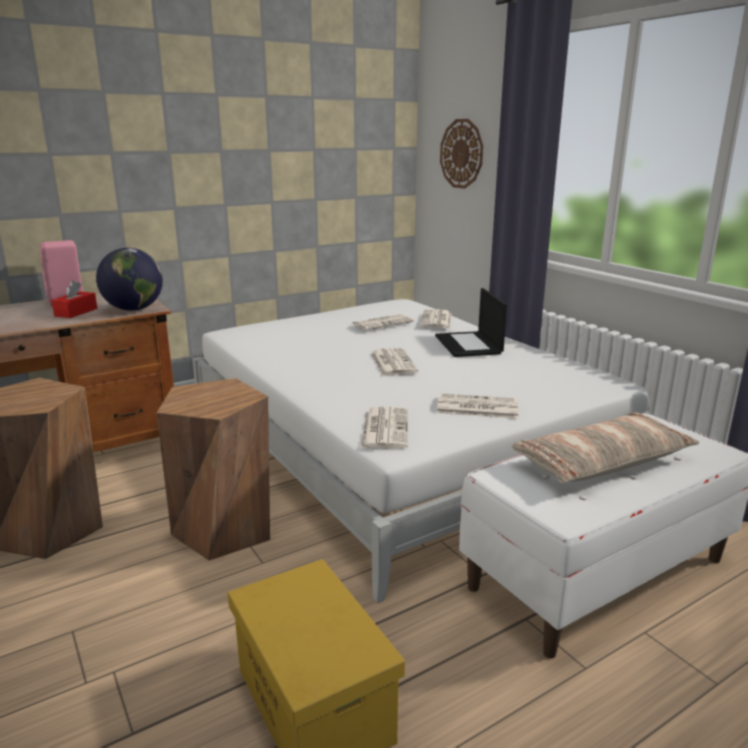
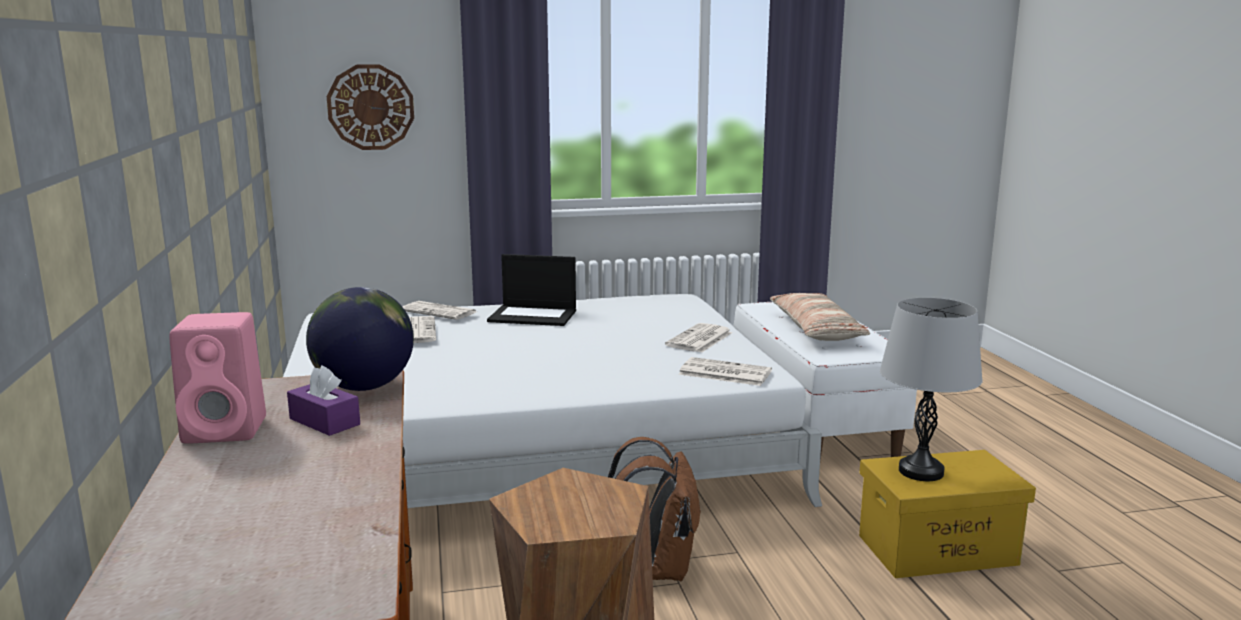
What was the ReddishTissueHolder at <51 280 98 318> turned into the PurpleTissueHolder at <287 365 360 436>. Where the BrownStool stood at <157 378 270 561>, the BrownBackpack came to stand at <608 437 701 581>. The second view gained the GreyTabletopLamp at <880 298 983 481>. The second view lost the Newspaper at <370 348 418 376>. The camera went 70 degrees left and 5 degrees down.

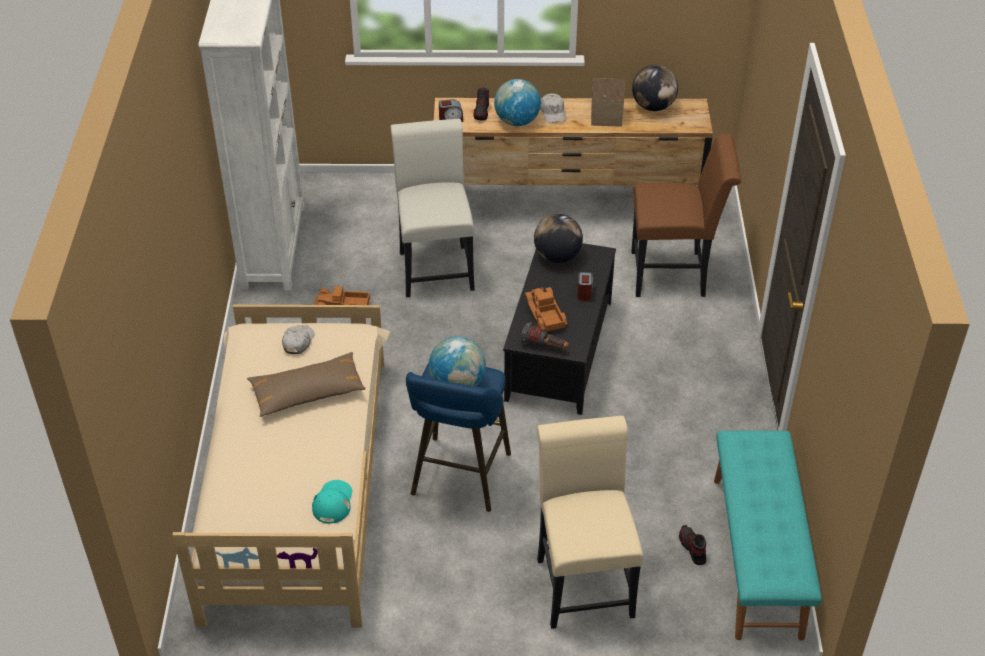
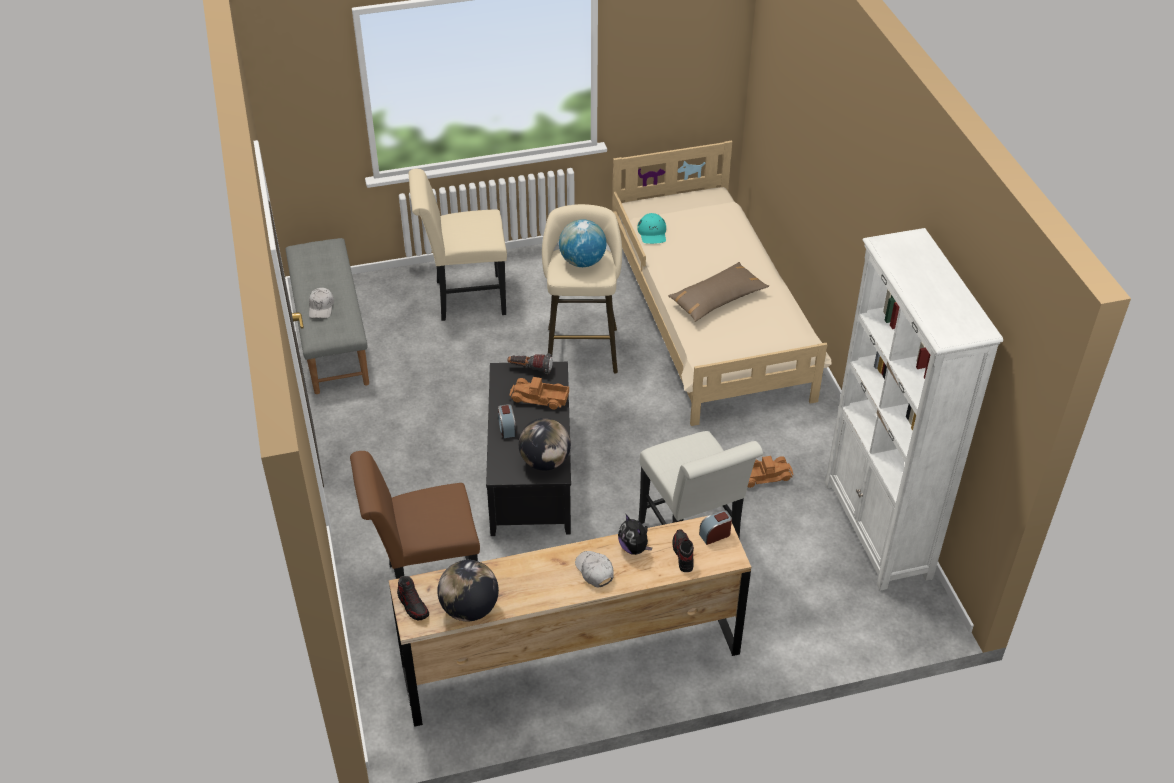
What was the TurquoiseIndoorBench at <714 430 822 641> turned into the GreyIndoorBench at <285 238 369 394>. The WhitishCap ended up elsewhere, having gone from <282 325 315 354> to <309 288 334 318>. The LowShoe ended up elsewhere, having gone from <679 525 706 565> to <397 576 429 620>. The BeigeUprightChair at <537 416 643 629> ended up facing another way, 105 degrees clockwise from before. The ToyLorry at <524 287 567 332> ended up facing another way, 135 degrees clockwise from before. What was the BlueColouredStool at <406 363 511 512> turned into the BeigeStool at <542 204 622 374>. Where the WorldGlobe stood at <494 79 541 126>, the SoftToy came to stand at <618 514 652 555>. The second view lost the ToyHouse at <591 78 625 127>. The camera went 165 degrees right and 0 degrees up.

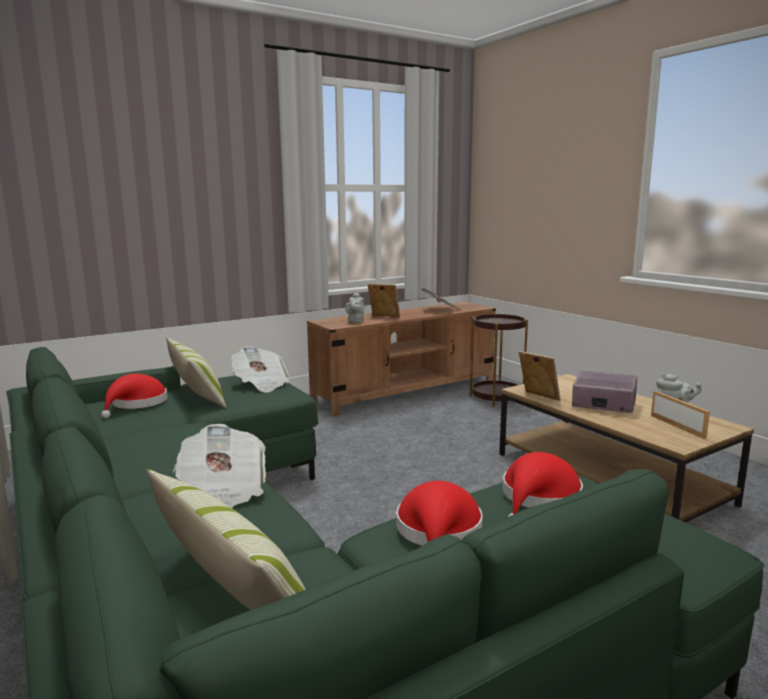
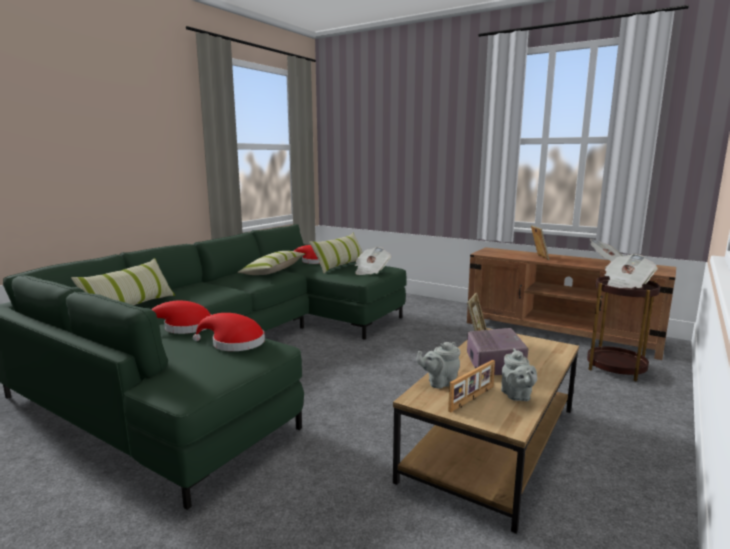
The second view gained the Cushion at <238 251 305 275>. The GreyTeapot ended up elsewhere, having gone from <345 293 365 323> to <417 342 460 388>. The Newspaper ended up elsewhere, having gone from <173 424 266 508> to <604 254 658 288>. The camera went 65 degrees right and 0 degrees up.

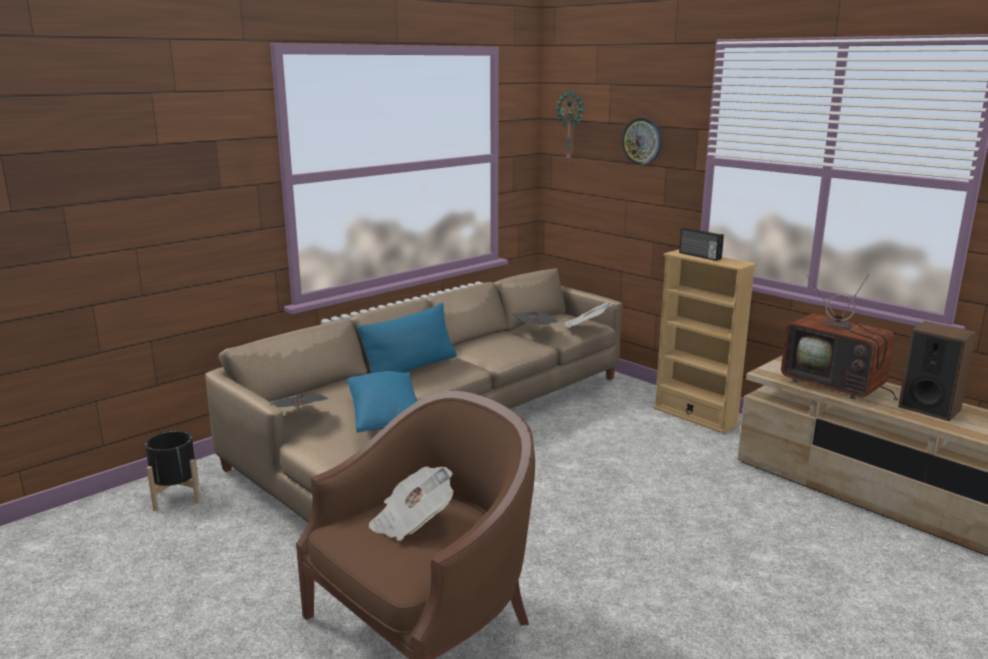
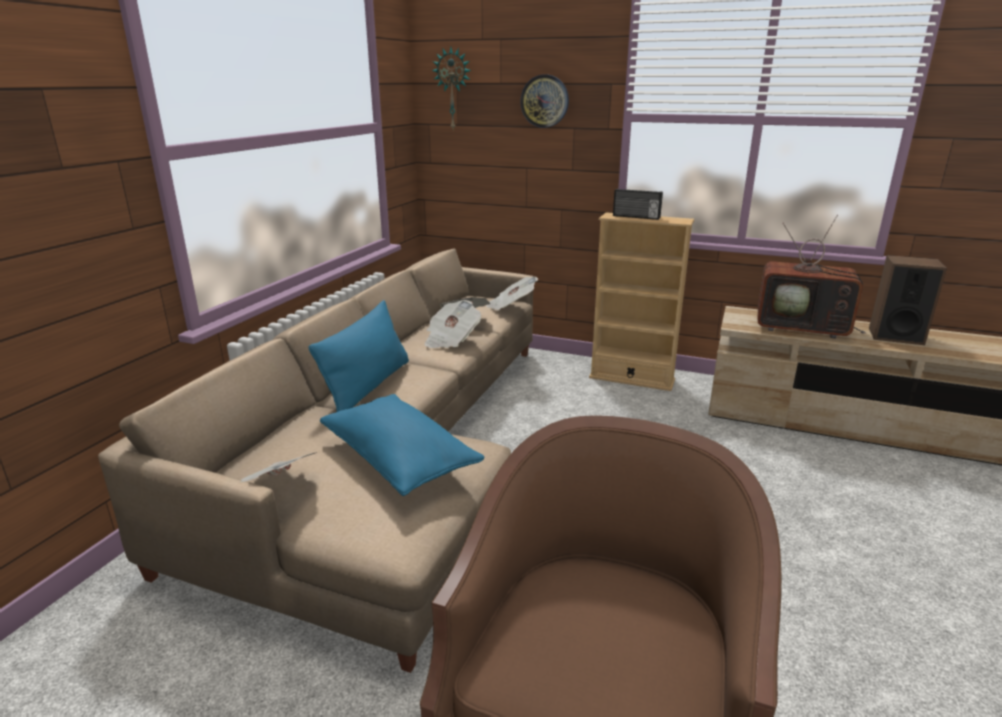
The Newspaper ended up elsewhere, having gone from <369 467 453 541> to <424 300 481 348>. The second view lost the BlackPlanter at <145 431 200 511>. The camera went 25 degrees left and 5 degrees up.

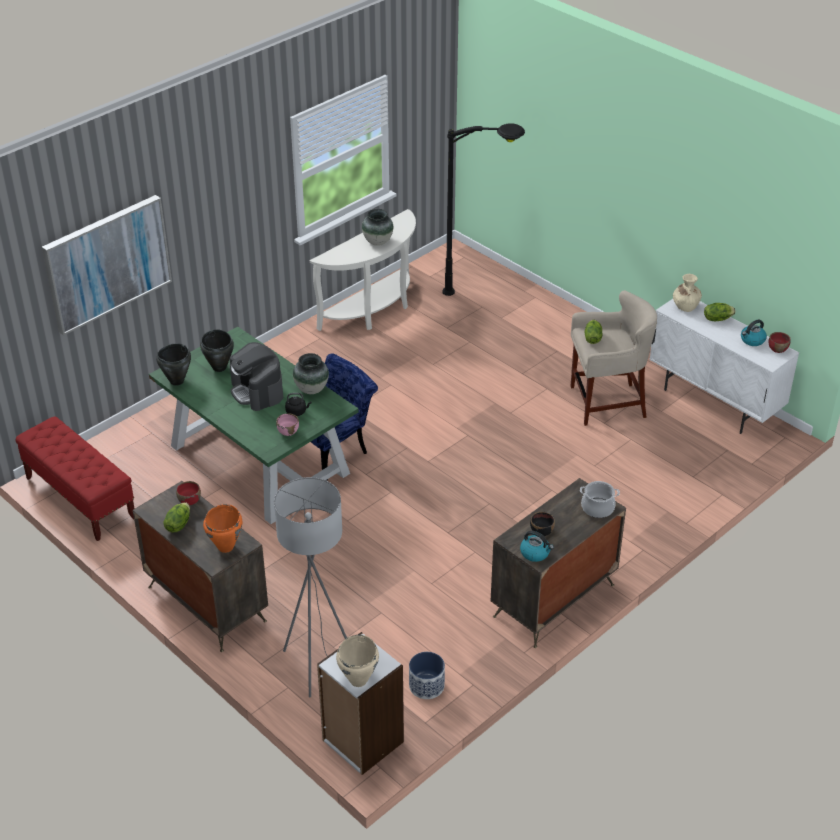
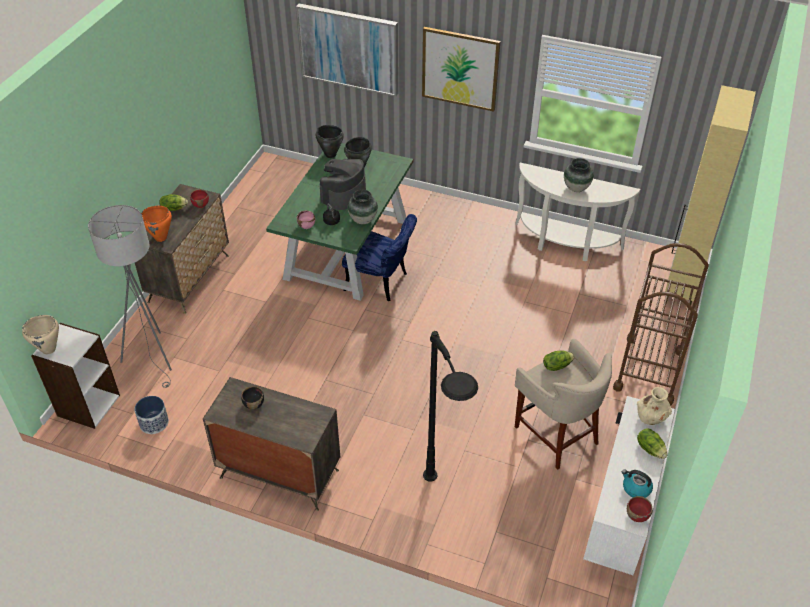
The second view gained the WallPicture at <422 27 500 112>. The BlackStandingLamp ended up elsewhere, having gone from <442 123 525 296> to <423 331 478 482>. The second view gained the BrownWheeledCart at <613 243 709 405>. The second view gained the BeigeCupboard at <665 85 756 310>. The second view lost the ReddishIndoorBench at <15 416 135 541>. The second view lost the Kettle at <520 531 554 562>. The second view lost the Saucepot at <580 481 620 518>. The camera went 65 degrees right and 5 degrees up.

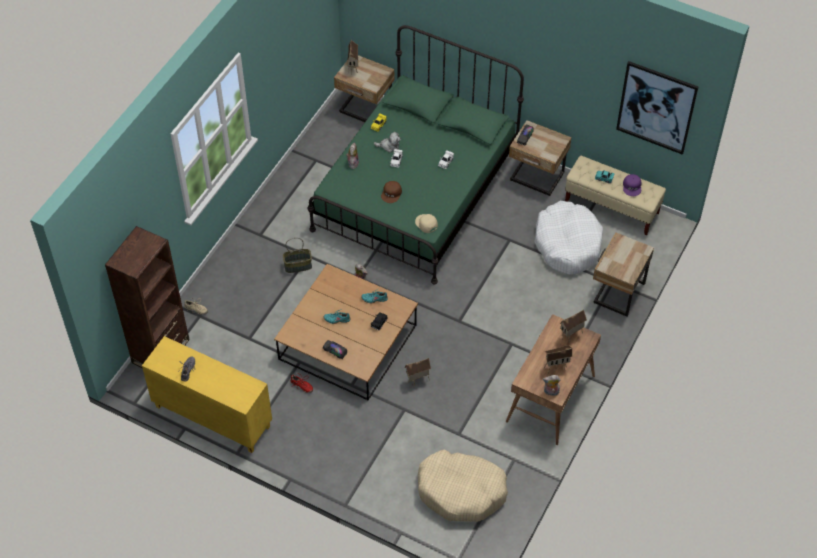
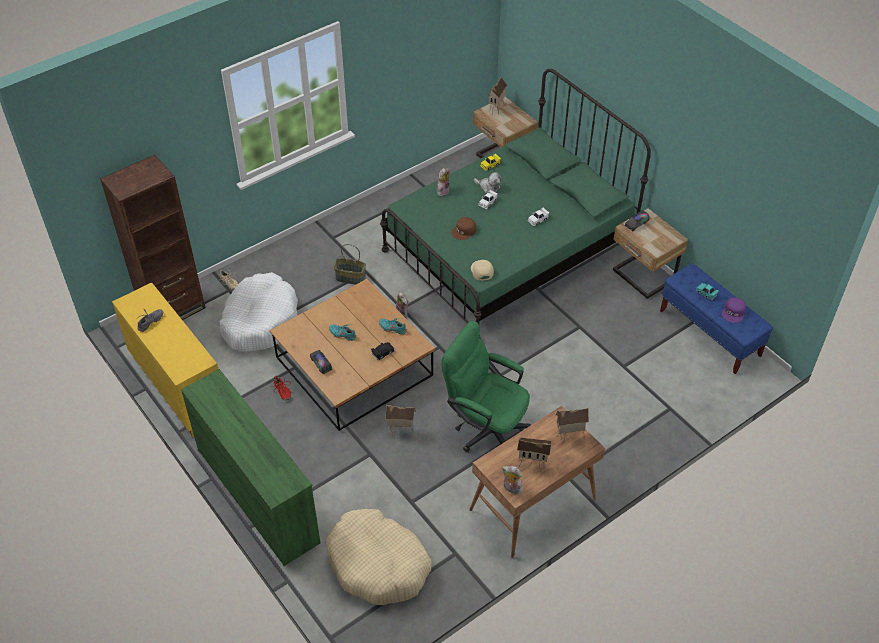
The second view gained the GreenishDrawerChest at <181 369 321 566>. The WhitishPetBed ended up elsewhere, having gone from <535 201 603 275> to <219 272 298 352>. The second view gained the GreenishDeskChair at <442 321 531 452>. What was the BeigeIndoorBench at <565 156 666 235> turned into the BlueColouredIndoorBench at <660 263 773 374>. The second view lost the BeigeNightTable at <593 232 654 317>. The second view lost the WallPicture at <616 61 698 155>. The camera went 25 degrees right and 5 degrees down.

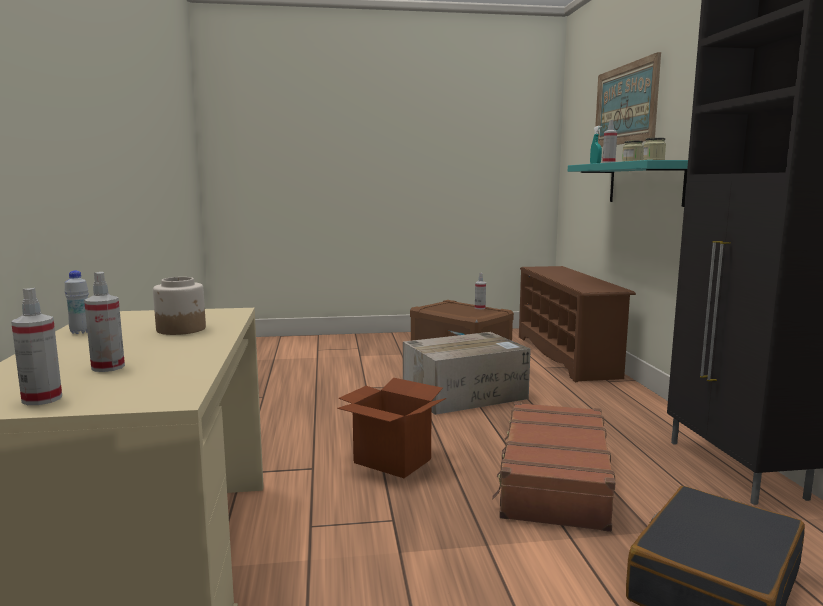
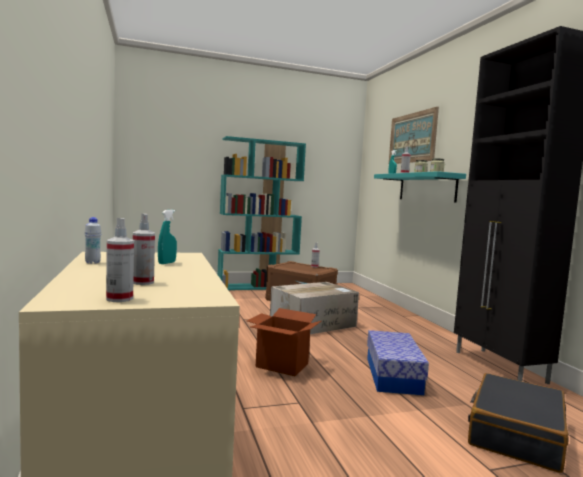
Where the StorageJar stood at <153 277 206 335>, the TurquoiseHandSprayer came to stand at <158 210 177 264>. The second view gained the TurquoiseShelvingUnit at <218 136 306 290>. Where the BrownTravelCase stood at <492 402 615 532>, the StorageBin came to stand at <367 330 429 395>. The second view lost the BrownShoeRack at <519 266 636 382>. The camera went 10 degrees left and 5 degrees down.

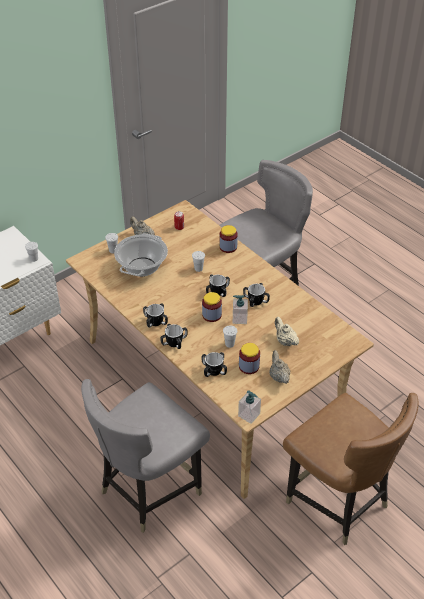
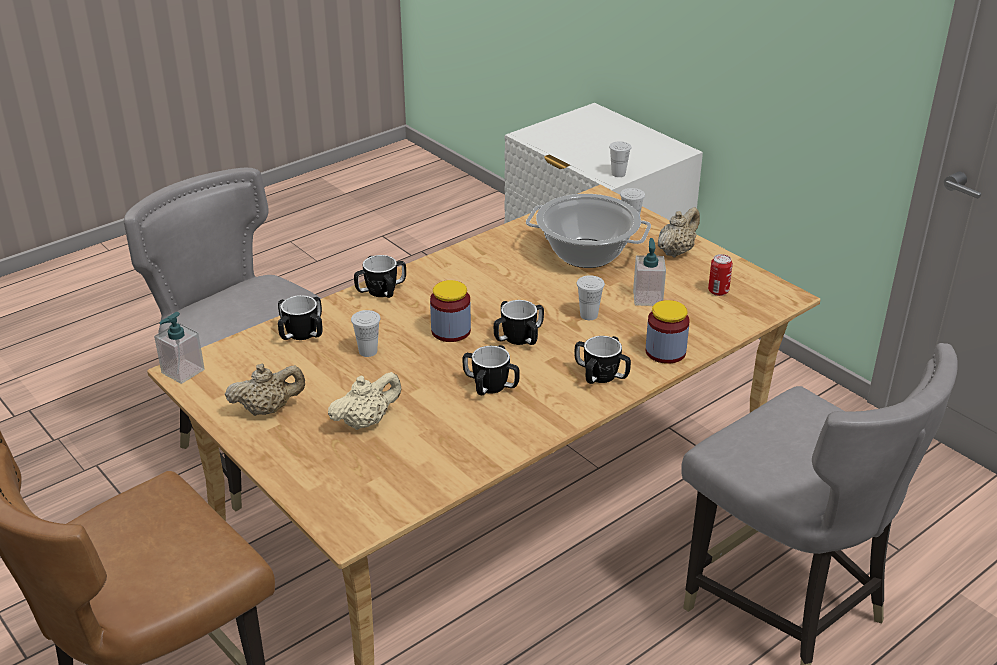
The Mug ended up elsewhere, having gone from <143 303 168 328> to <574 336 631 384>. The SoapBottle ended up elsewhere, having gone from <233 295 248 324> to <633 238 666 306>. The second view lost the StorageJar at <239 343 260 374>. The camera went 90 degrees right and 10 degrees down.

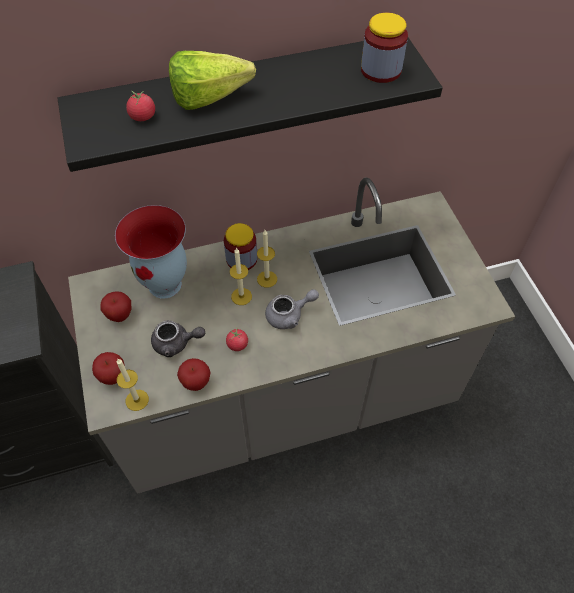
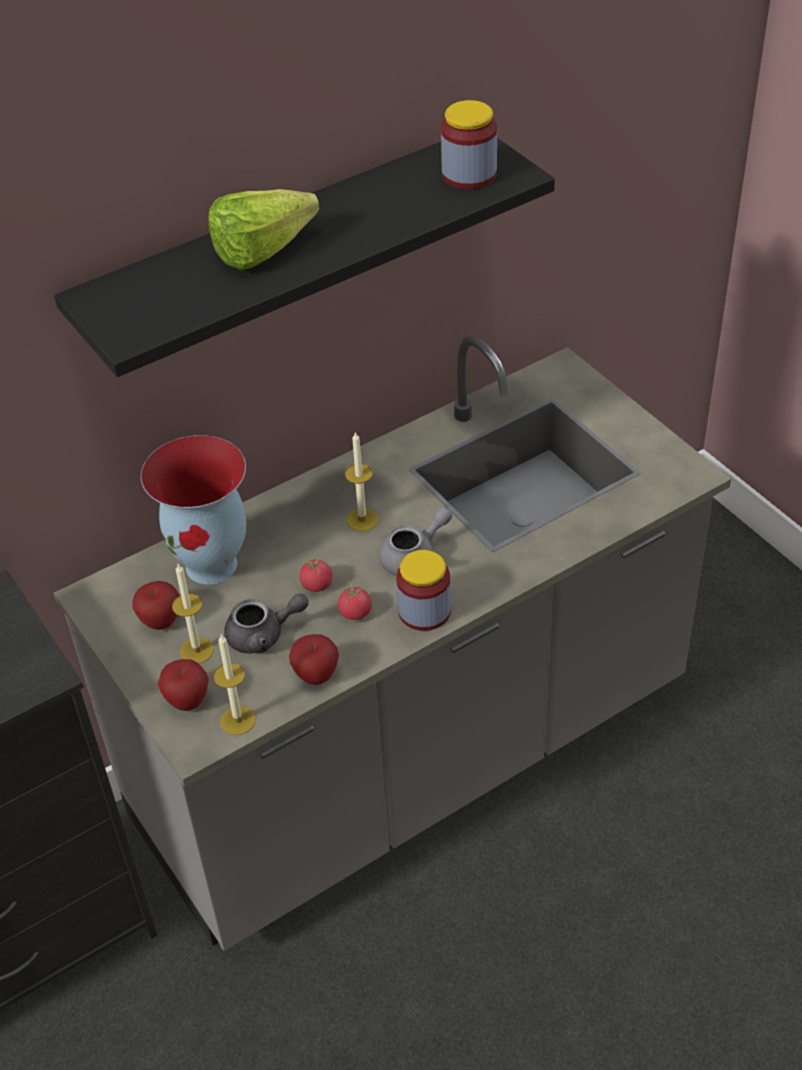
The Candle ended up elsewhere, having gone from <230 248 252 305> to <172 564 214 664>. The WholeTomato ended up elsewhere, having gone from <126 90 155 121> to <299 557 333 592>. The StorageJar ended up elsewhere, having gone from <224 223 257 270> to <396 550 451 631>. The camera went 15 degrees left and 10 degrees down.

